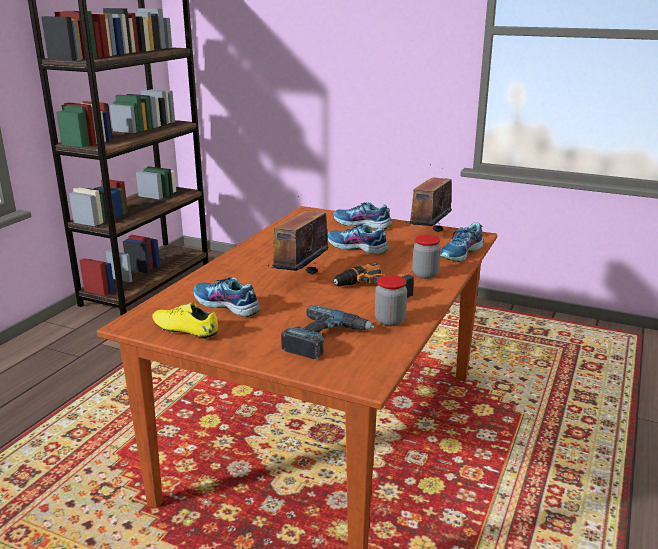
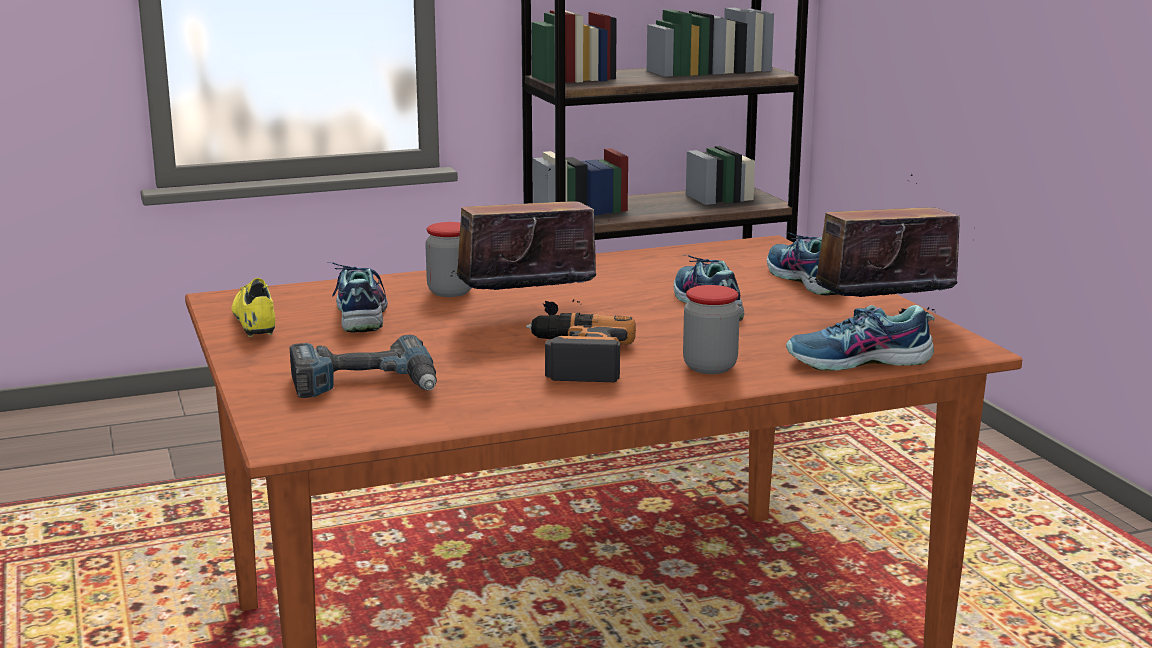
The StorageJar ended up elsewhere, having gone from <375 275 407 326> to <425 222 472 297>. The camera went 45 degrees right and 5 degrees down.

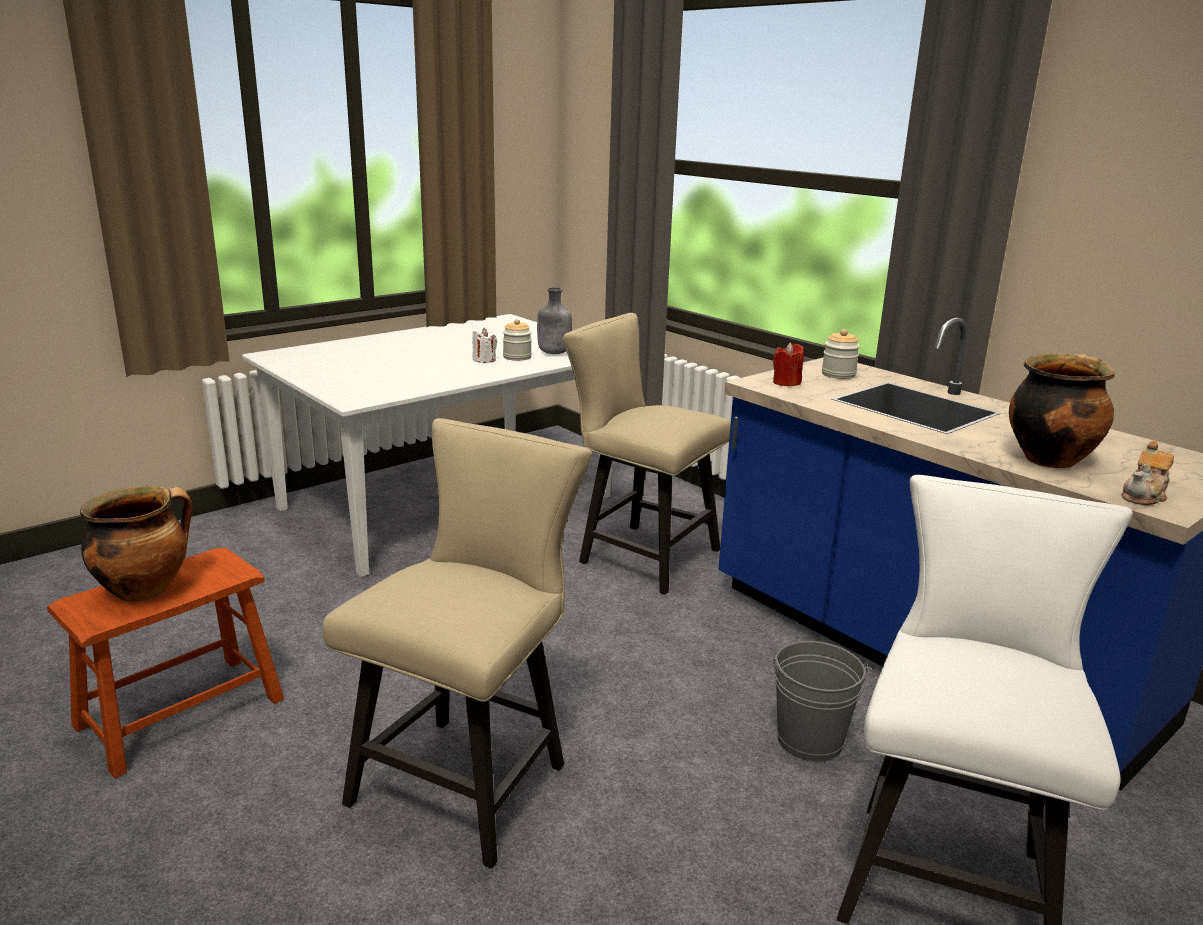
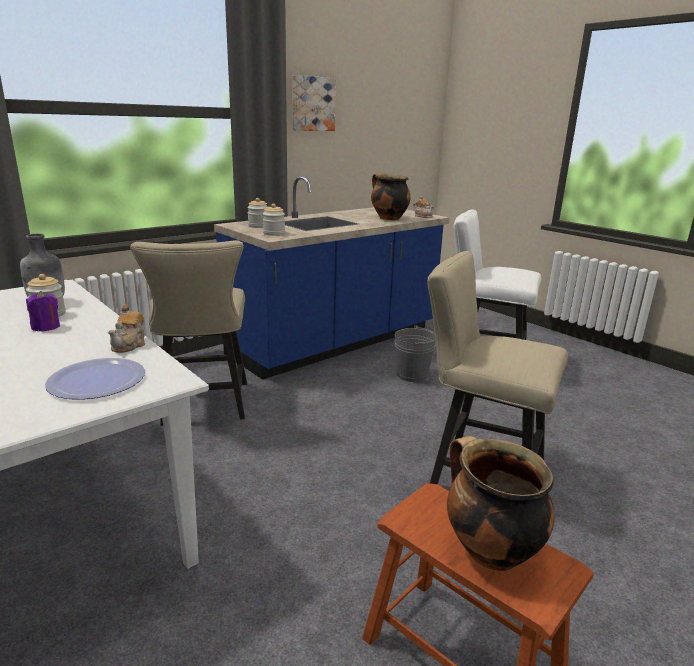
What was the WhitishCandle at <472 328 497 363> turned into the PurpleCandle at <26 291 60 332>. The second view gained the DinnerPlate at <45 358 145 400>. The second view gained the Teapot at <108 304 145 353>. The BeigeUprightChair at <563 313 731 595> ended up facing another way, 45 degrees counterclockwise from before. Where the ReddishCandle stood at <773 343 804 387>, the StorageJar came to stand at <263 204 285 236>. The second view gained the WallPicture at <293 75 336 131>. The camera went 90 degrees left and 0 degrees up.

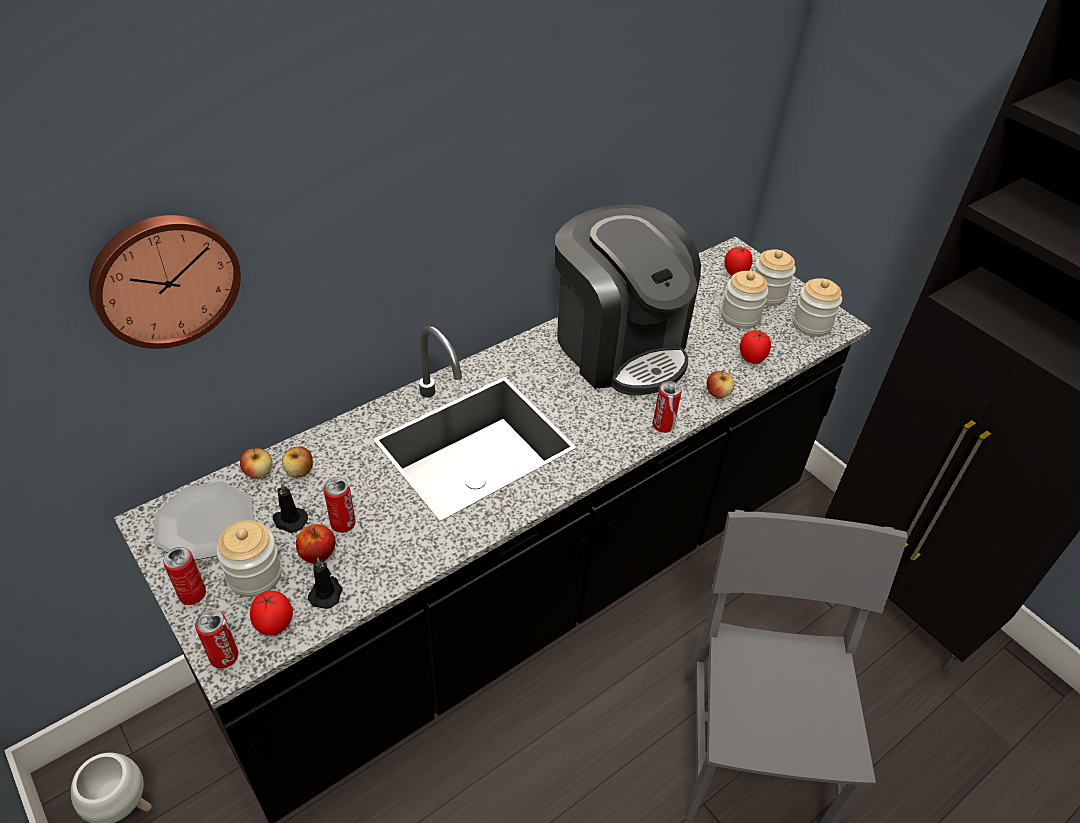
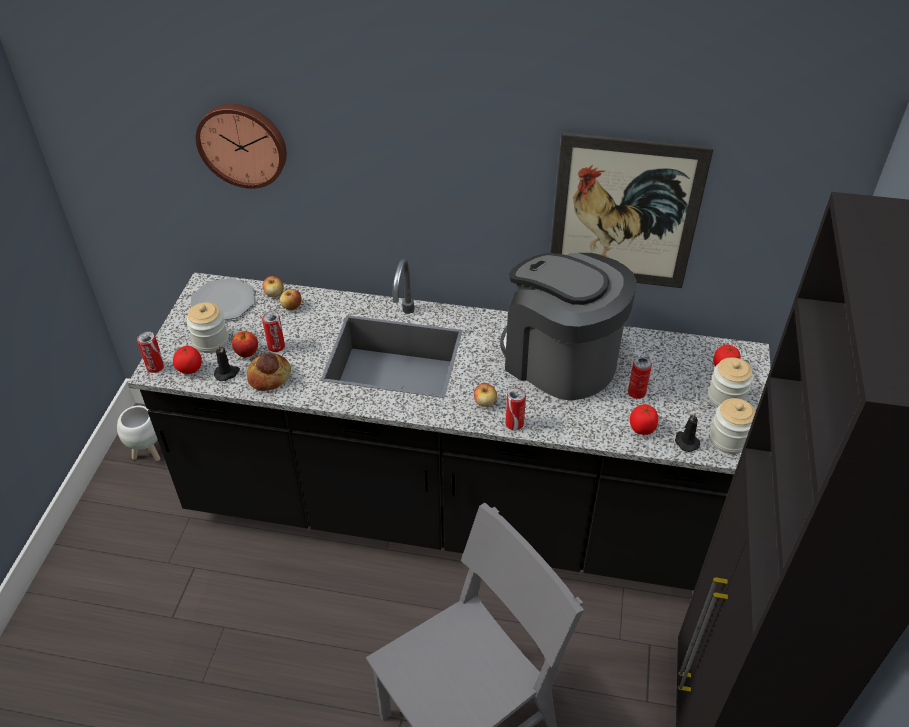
The second view gained the BakeryBread at <247 353 291 391>. The WholeApple ended up elsewhere, having gone from <707 370 735 398> to <474 383 497 407>. The CoffeeMachine at <555 205 701 395> ended up facing another way, 120 degrees clockwise from before. The second view gained the WallPicture at <551 132 713 288>. The MetalCan ended up elsewhere, having gone from <163 547 206 605> to <628 357 652 399>. The BlackCandle ended up elsewhere, having gone from <273 483 308 533> to <675 413 700 452>. The second view lost the StorageJar at <721 271 768 329>. The camera went 50 degrees right and 0 degrees up.

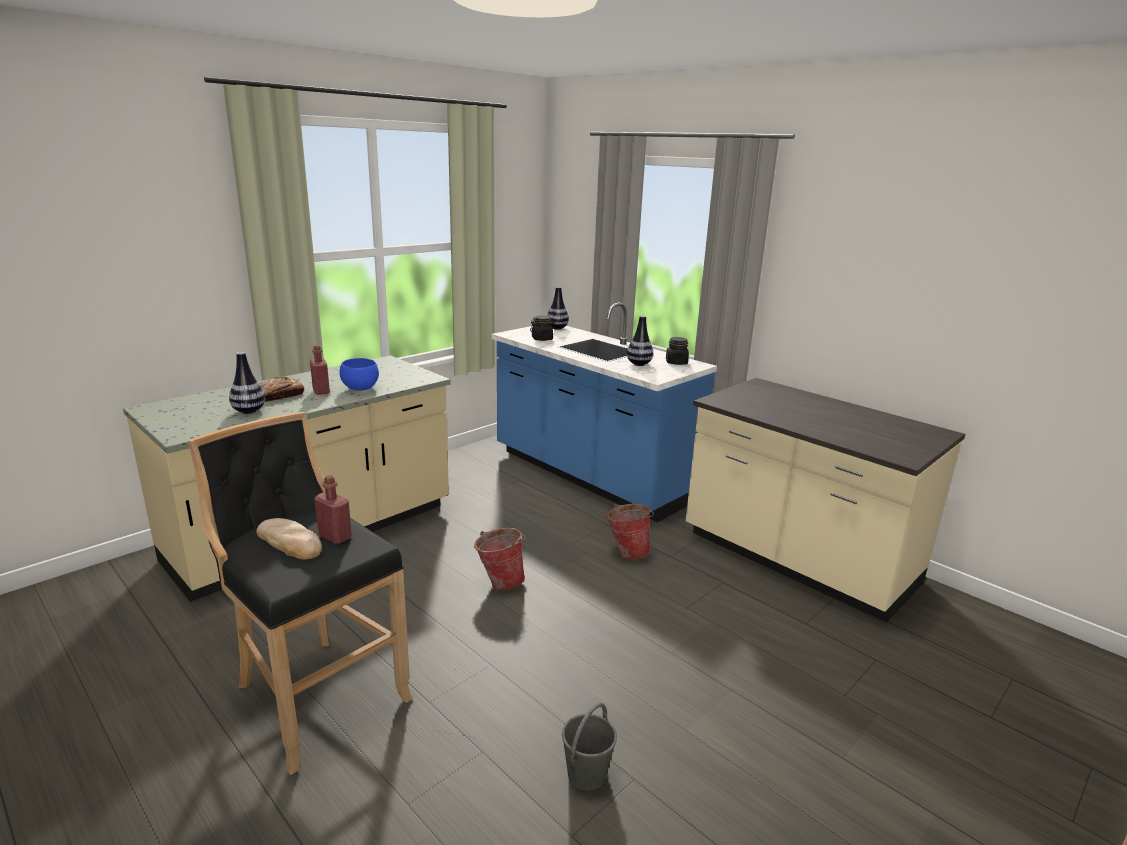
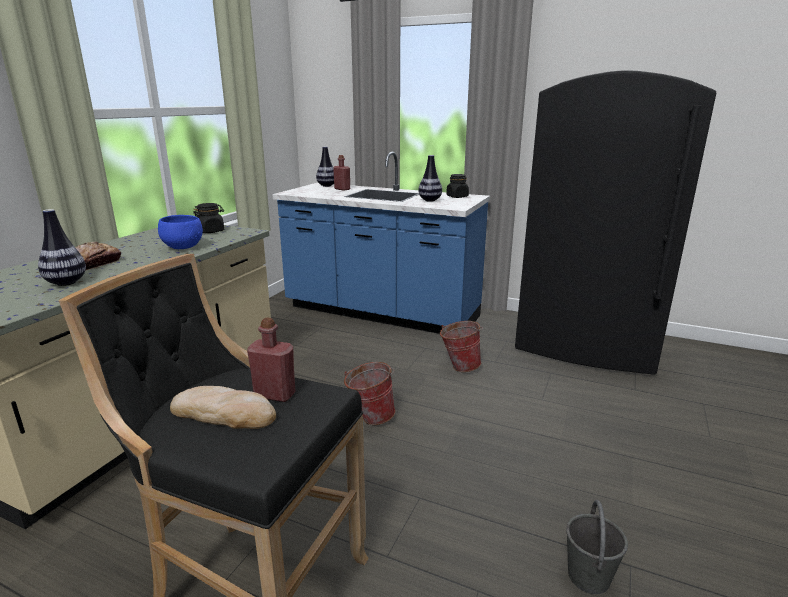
The BlackStorageJar ended up elsewhere, having gone from <530 316 555 341> to <193 203 224 233>. The ReddishBottle ended up elsewhere, having gone from <310 345 330 395> to <333 155 350 191>. Where the BeigeCounter stood at <686 378 965 623>, the BlackRefrigerator came to stand at <515 70 716 375>. The camera went 20 degrees left and 0 degrees up.

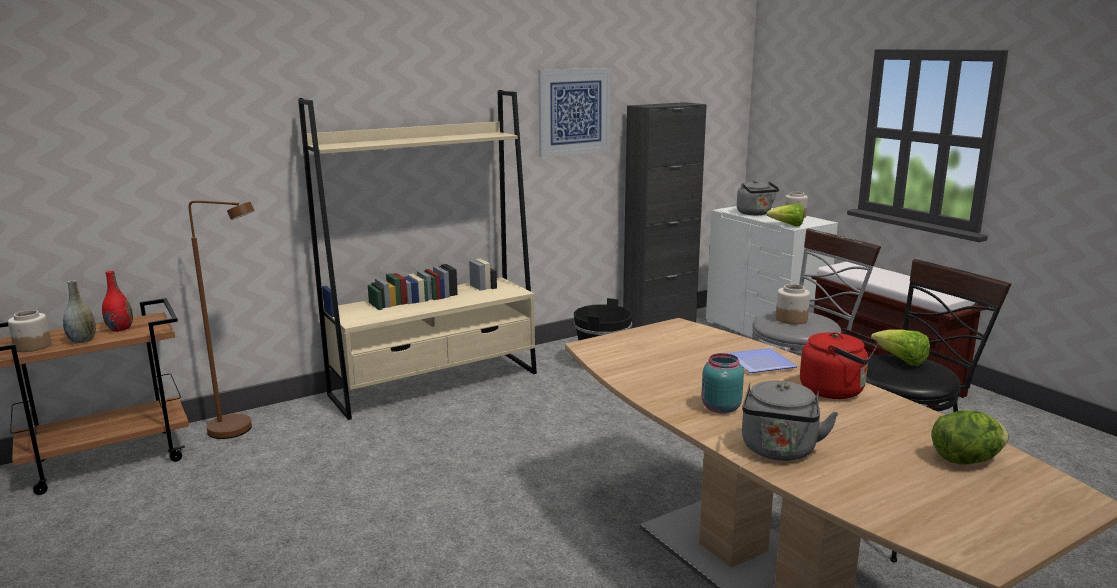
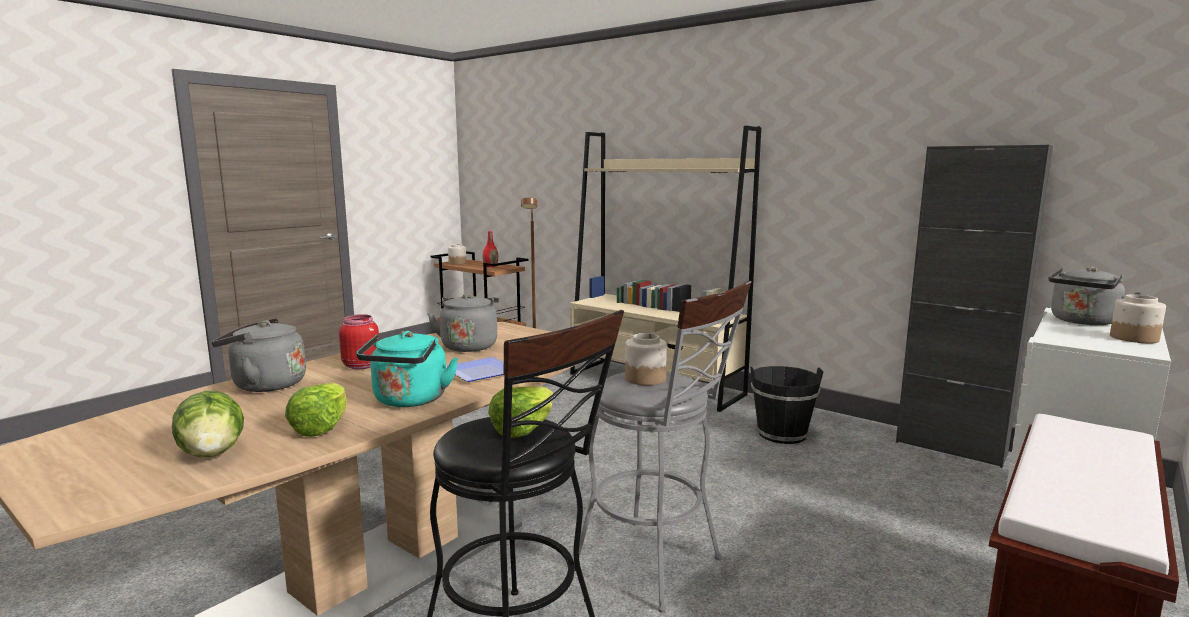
The HeadOfLettuce ended up elsewhere, having gone from <766 204 804 226> to <285 382 347 437>. What was the TurquoiseStorageJar at <701 353 744 414> turned into the ReddishStorageJar at <339 314 379 369>. What was the ReddishKettle at <800 328 878 399> turned into the TurquoiseKettle at <356 331 458 407>. The second view gained the GreyKettle at <427 293 499 352>. The second view lost the GreyVase at <63 280 96 344>. The second view lost the WallPicture at <538 68 612 158>. The camera went 70 degrees right and 5 degrees down.

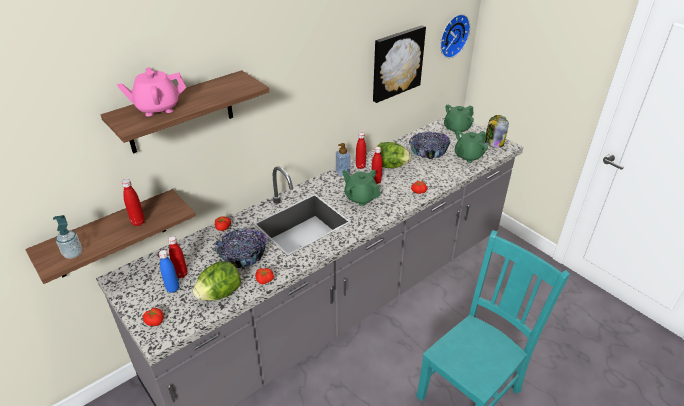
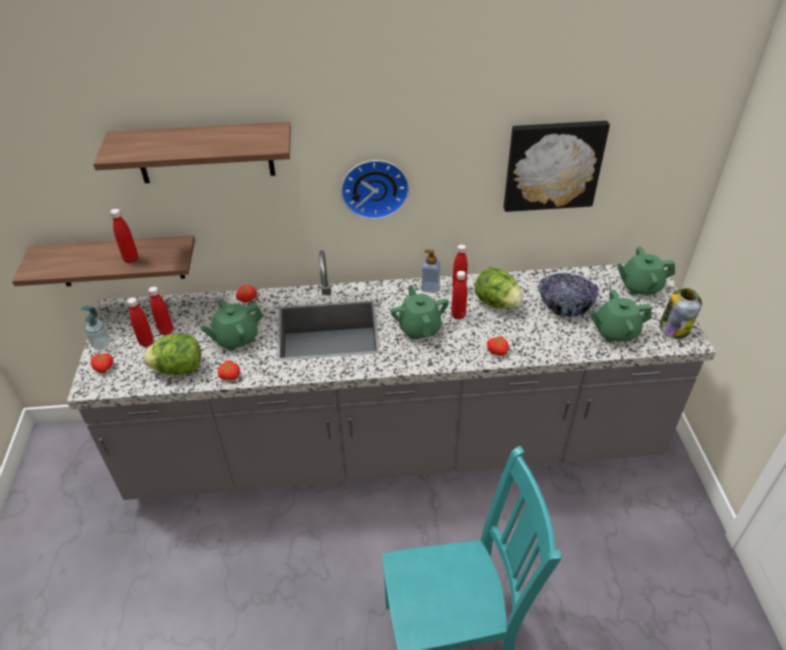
The SoapBottle ended up elsewhere, having gone from <53 215 82 259> to <81 305 110 349>. What was the BlueColouredBottle at <159 250 179 293> turned into the ReddishBottle at <127 297 154 347>. Where the ServingBowl stood at <214 228 267 268>, the GreenishTeapot came to stand at <200 299 264 351>. The HangingClock ended up elsewhere, having gone from <440 14 470 58> to <341 160 409 220>. The second view lost the PinkTeapot at <117 67 186 116>. The camera went 35 degrees right and 5 degrees up.

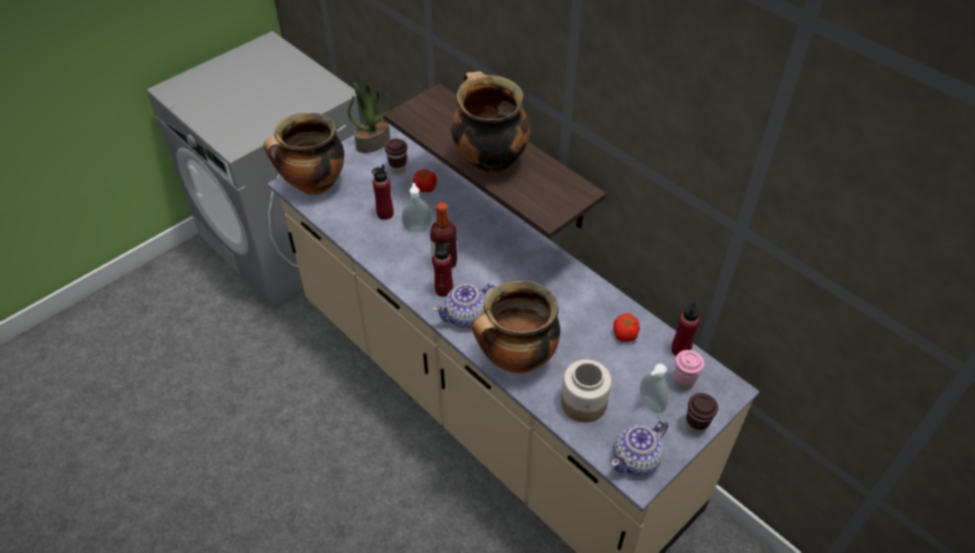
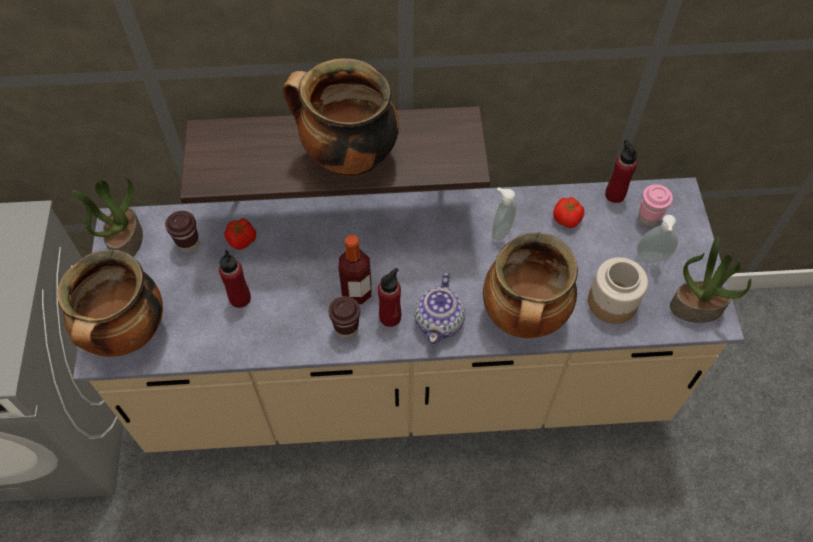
The BrownDrinkingCup ended up elsewhere, having gone from <686 393 718 435> to <328 296 360 339>. The SoapBottle ended up elsewhere, having gone from <401 183 432 232> to <492 187 517 241>. Where the Teapot stood at <611 420 668 476>, the Houseplant came to stand at <670 236 751 323>. The camera went 50 degrees left and 10 degrees up.

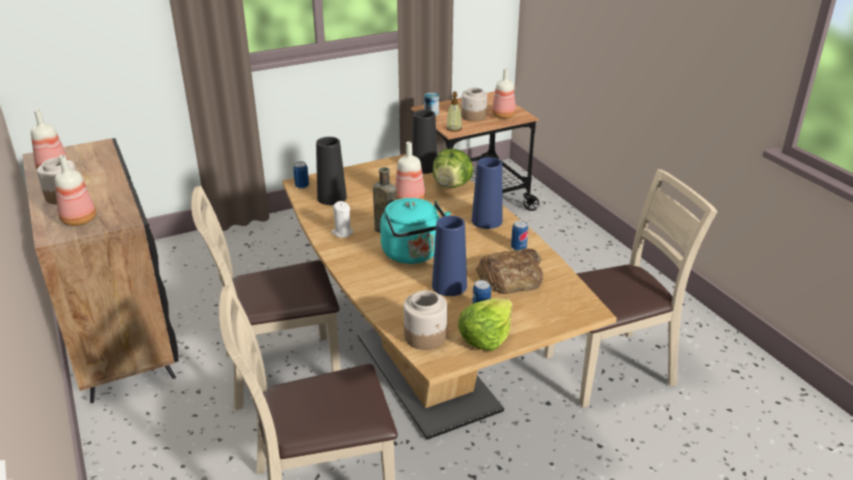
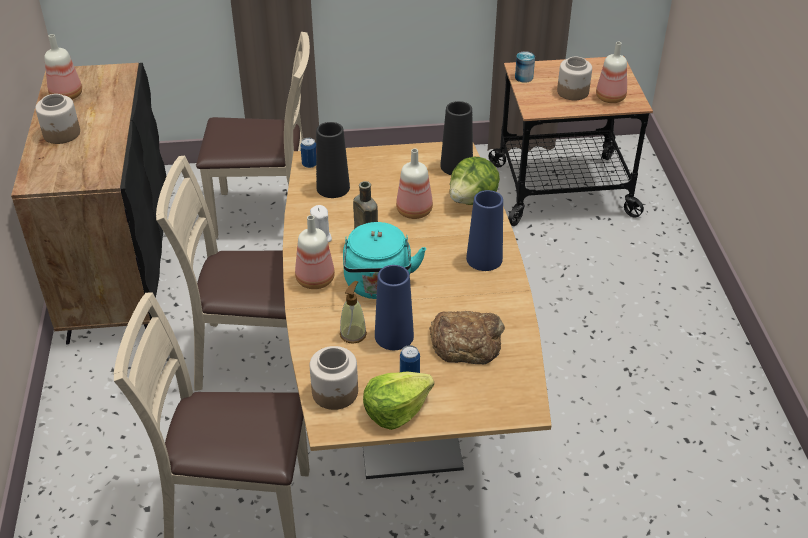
The BeigeUprightChair ended up elsewhere, having gone from <544 169 718 408> to <196 32 310 239>. The Bottle ended up elsewhere, having gone from <55 155 96 226> to <295 215 335 289>. The SoapBottle ended up elsewhere, having gone from <446 92 462 132> to <340 281 367 344>. The second view lost the MetalCan at <511 220 528 251>. The camera went 20 degrees right and 10 degrees up.

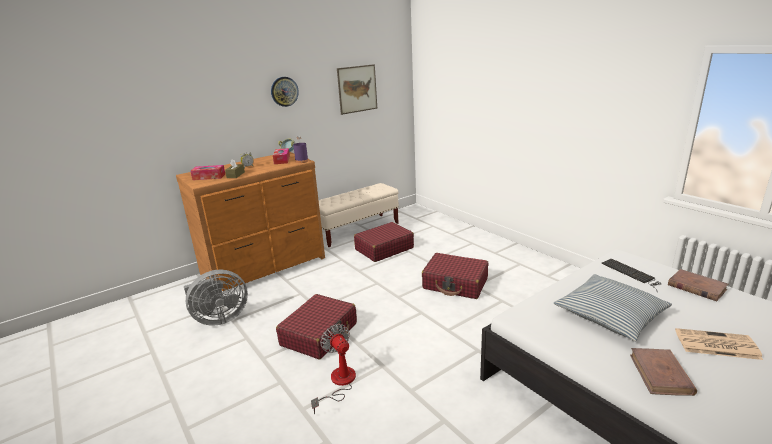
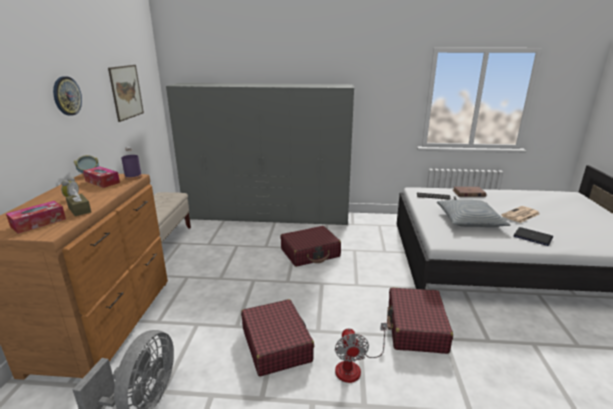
The second view gained the GreyClothesCupboard at <166 83 354 225>. The ElectricFan at <311 324 356 414> ended up facing another way, 105 degrees counterclockwise from before. The ReddishTravelCase ended up elsewhere, having gone from <354 222 414 262> to <387 287 453 354>. Where the BrownBoundBook stood at <630 348 697 396>, the PortableComputer came to stand at <514 227 553 246>. The camera went 50 degrees left and 0 degrees up.

